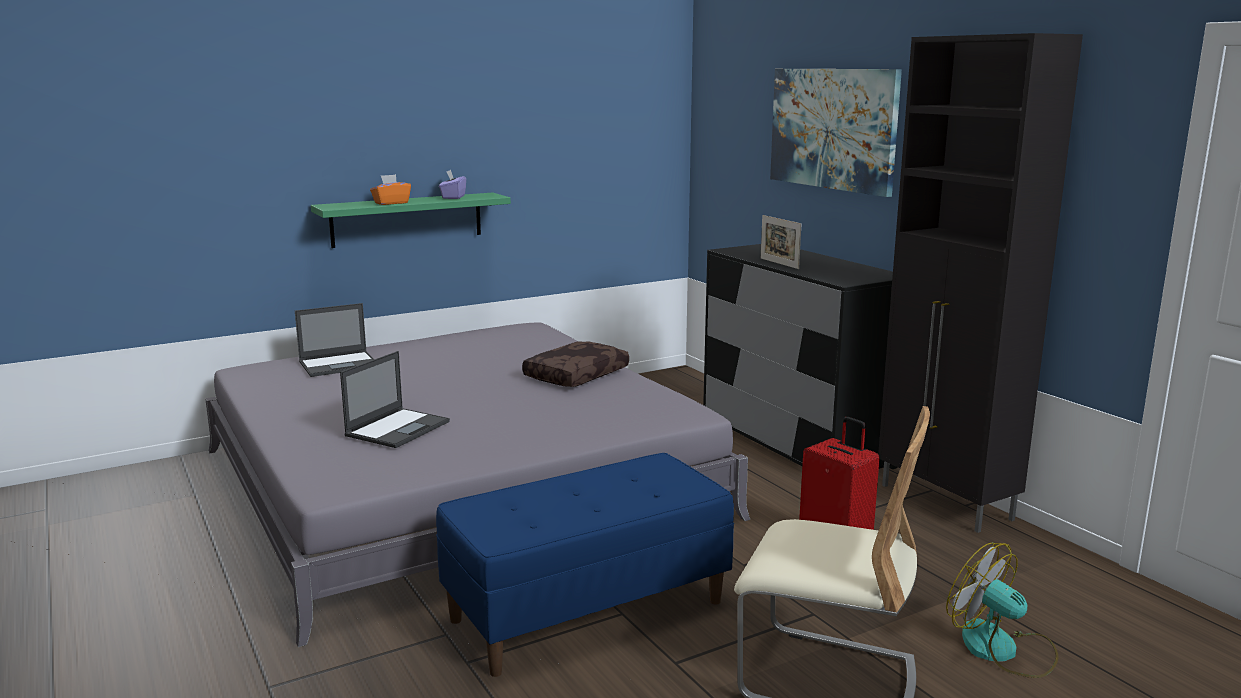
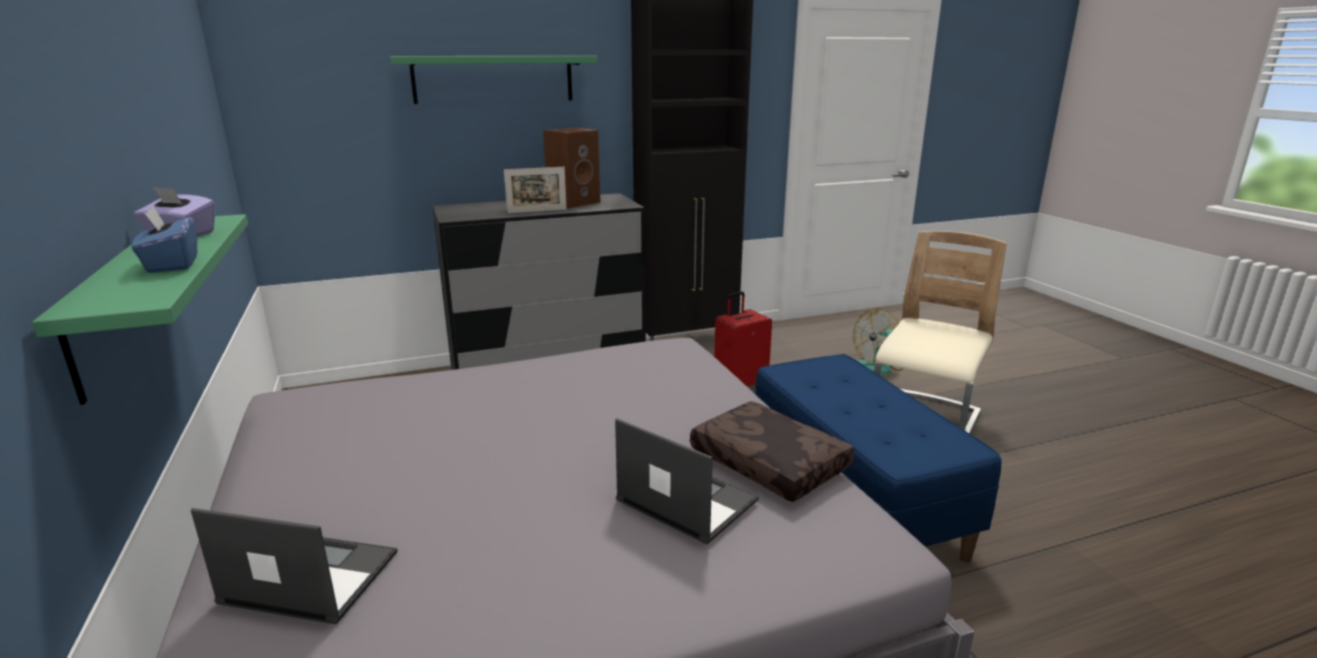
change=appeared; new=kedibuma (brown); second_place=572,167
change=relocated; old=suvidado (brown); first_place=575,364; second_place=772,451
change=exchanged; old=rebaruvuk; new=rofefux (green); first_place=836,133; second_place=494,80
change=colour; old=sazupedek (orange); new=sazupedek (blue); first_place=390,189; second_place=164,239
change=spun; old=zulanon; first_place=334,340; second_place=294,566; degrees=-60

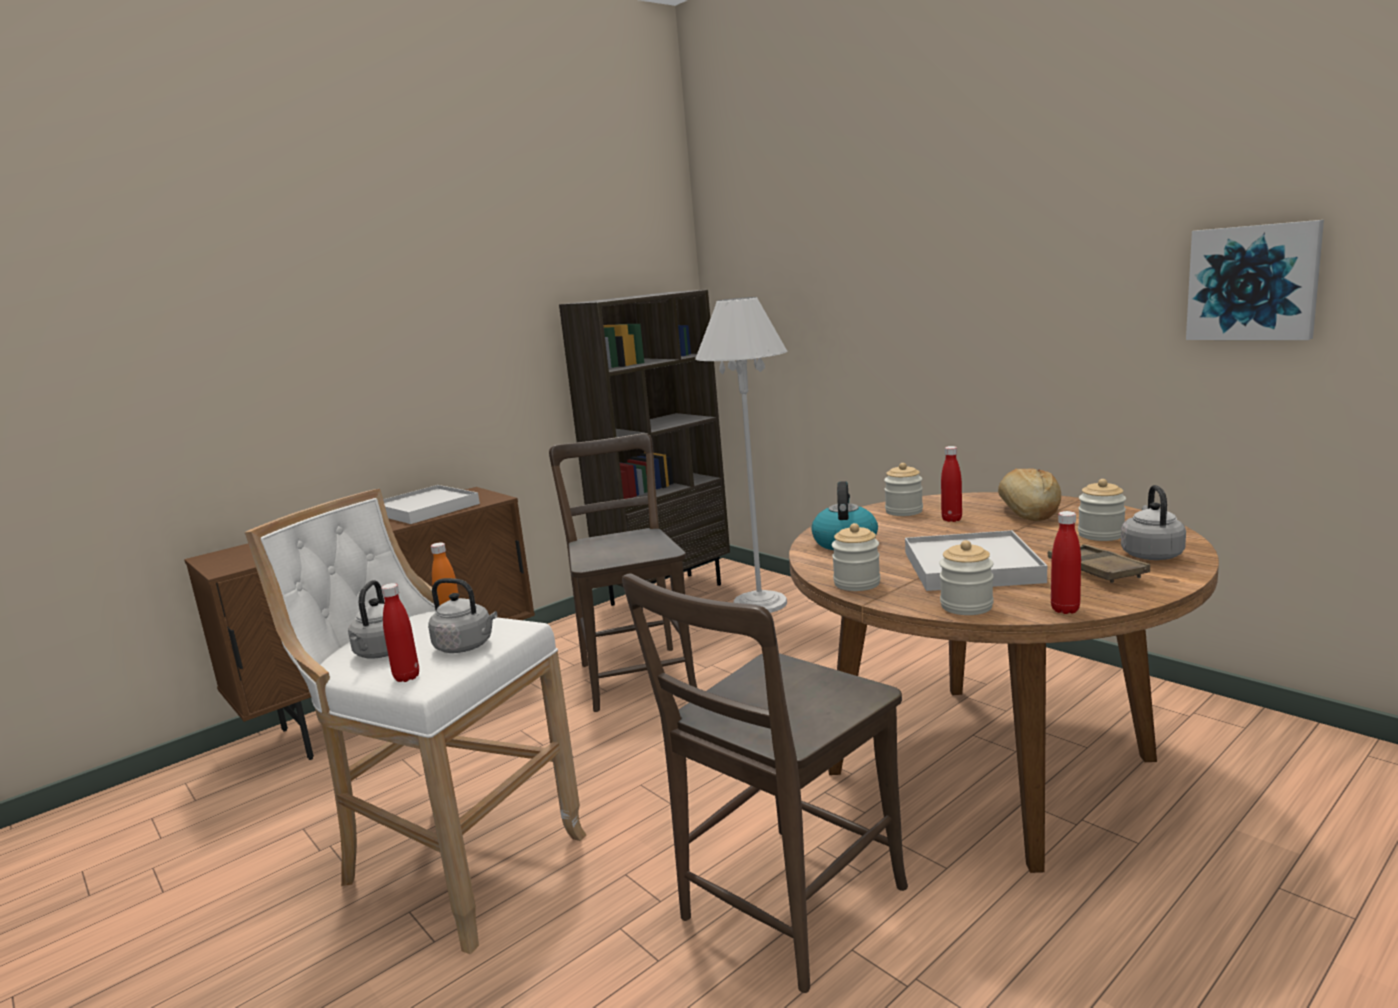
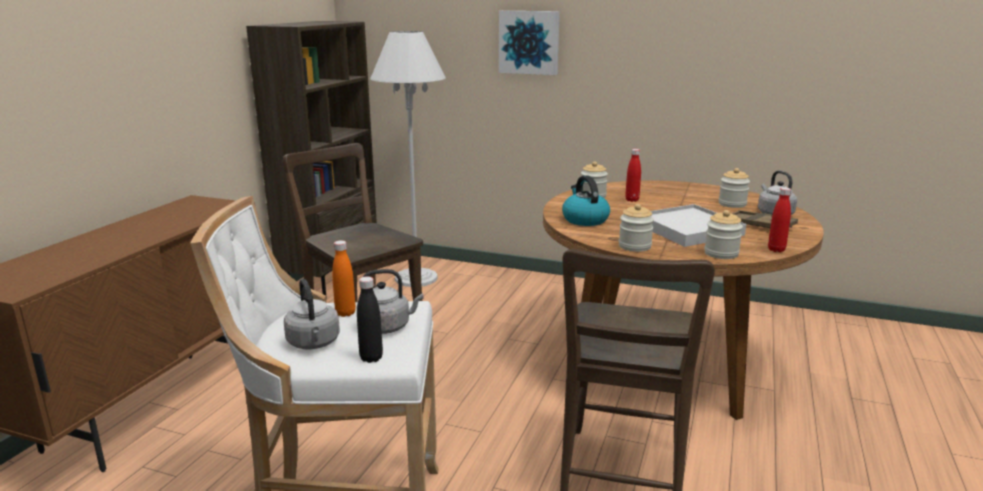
change=missing; old=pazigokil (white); first_place=431,504
change=missing; old=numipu; first_place=1029,495
change=relocated; old=rebaruvuk; first_place=1255,280; second_place=529,43
change=colour; old=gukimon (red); new=gukimon (black); first_place=400,632; second_place=370,319

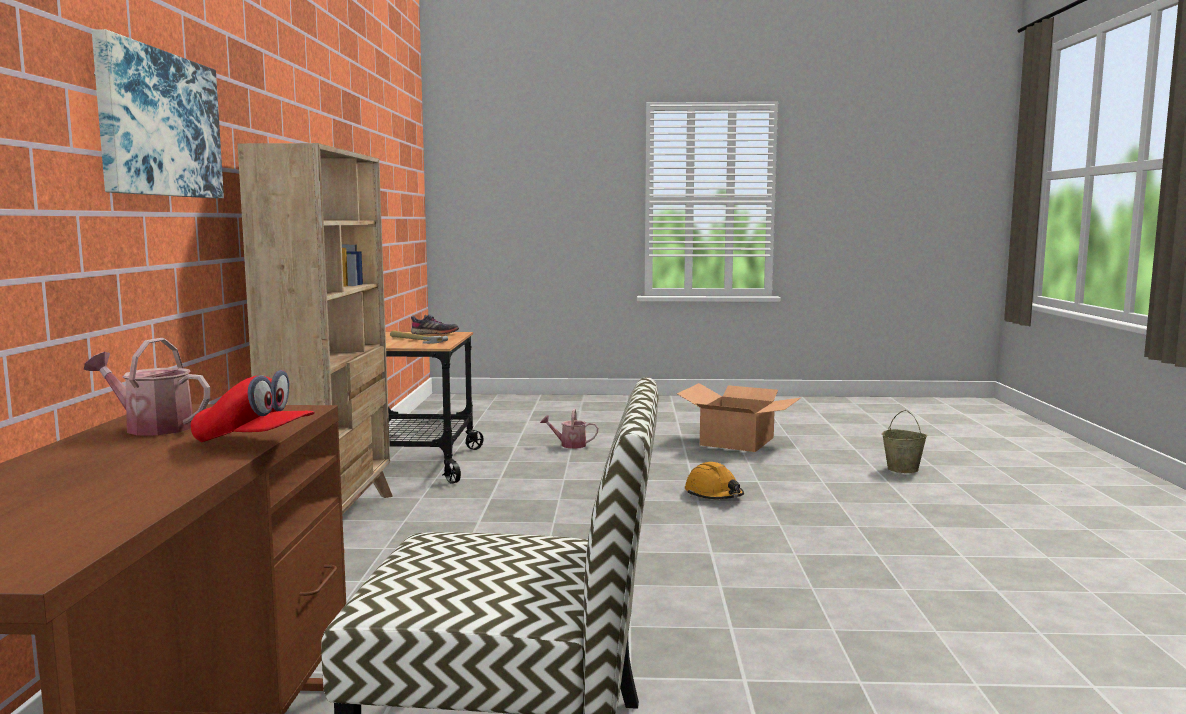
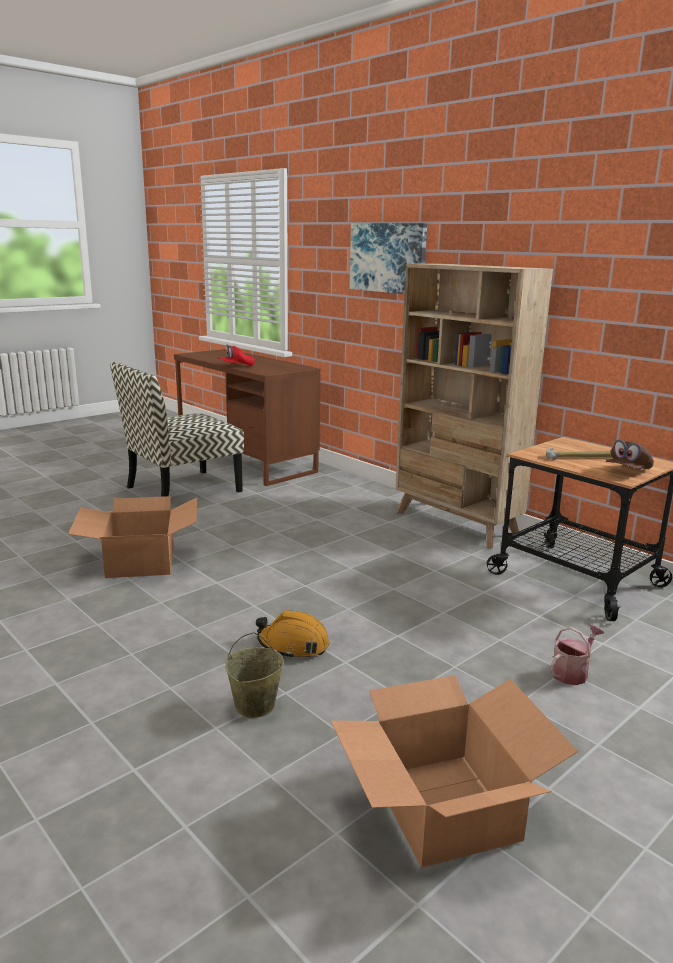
change=missing; old=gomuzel; first_place=147,386
change=appeared; new=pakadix; second_place=132,537
change=relocated; old=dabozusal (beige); first_place=904,441; second_place=254,675
change=exchanged; old=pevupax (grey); new=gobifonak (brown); first_place=435,324; second_place=630,454

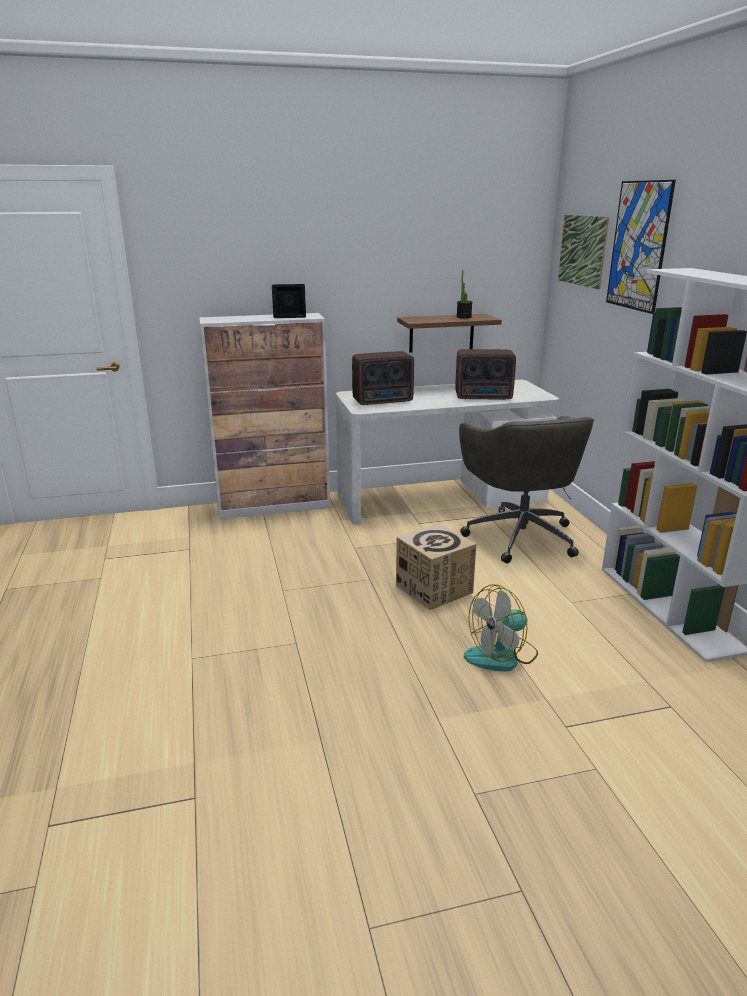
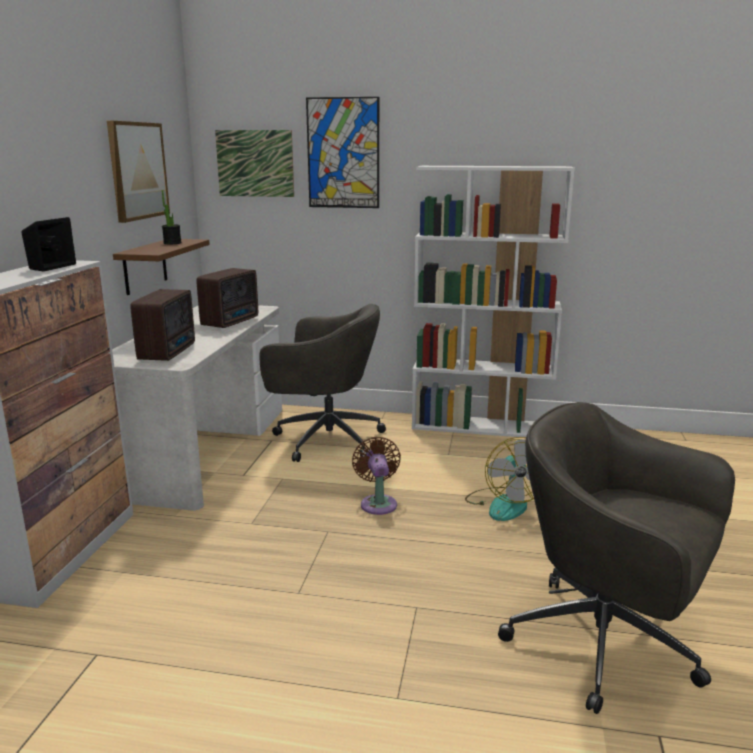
change=appeared; new=rebaruvuk; second_place=138,172
change=appeared; new=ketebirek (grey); second_place=616,558
change=exchanged; old=pakadix; new=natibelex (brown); first_place=436,566; second_place=376,476

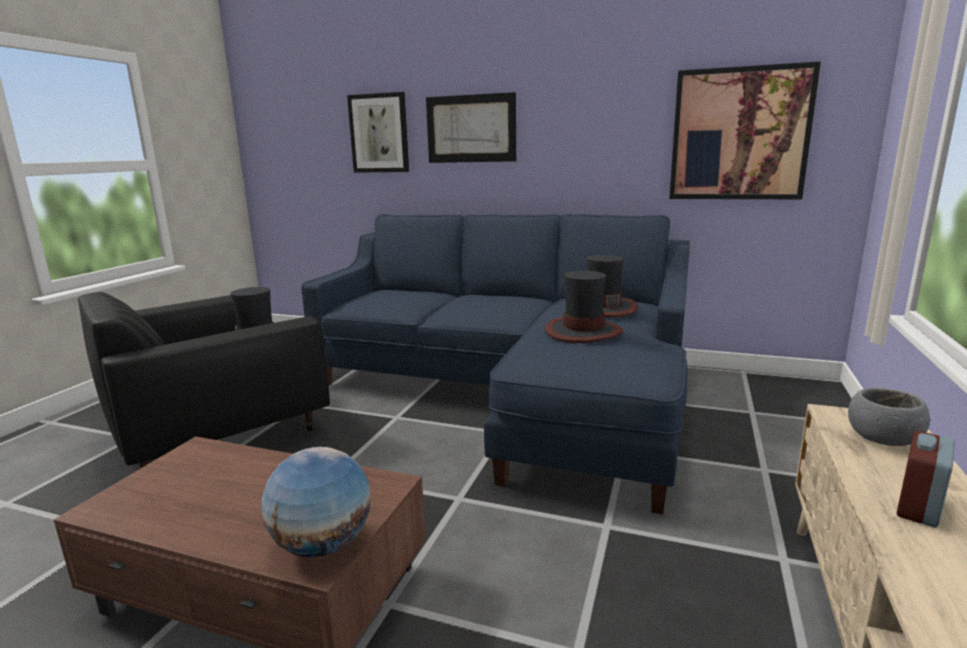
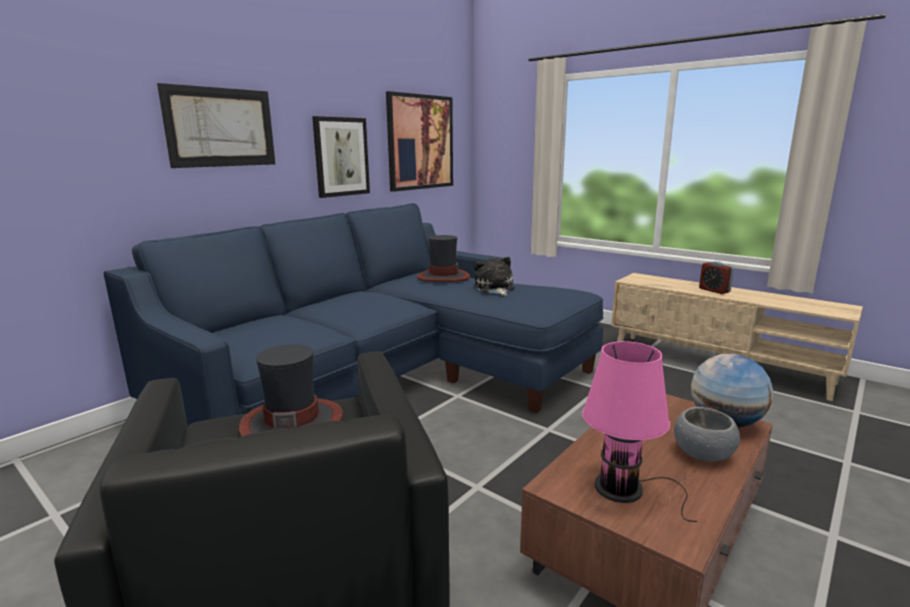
change=appeared; new=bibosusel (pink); second_place=639,431
change=relocated; old=rebaruvuk; first_place=378,132; second_place=341,157
change=relocated; old=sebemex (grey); first_place=889,417; second_place=707,434
change=exchanged; old=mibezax; new=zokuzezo; first_place=584,307; second_place=494,276

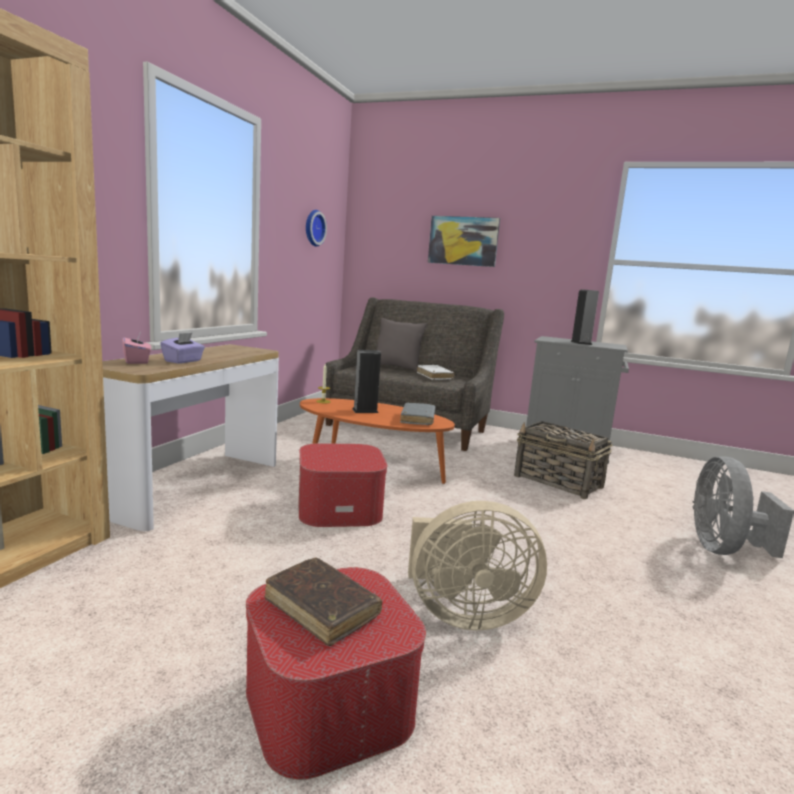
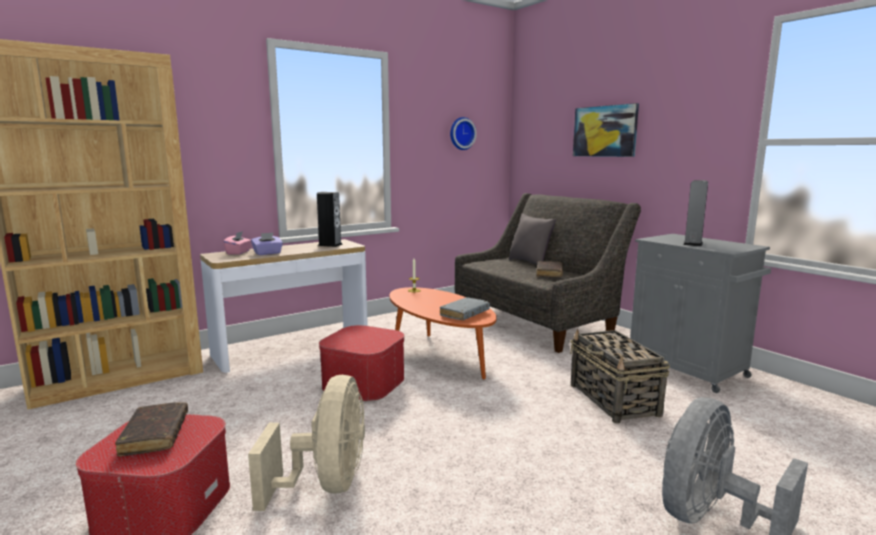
change=relocated; old=kedibuma; first_place=366,381; second_place=330,219
change=colour; old=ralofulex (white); new=ralofulex (brown); first_place=436,372; second_place=549,269
change=spun; old=natibelex (beige); first_place=477,565; second_place=306,443; degrees=-120

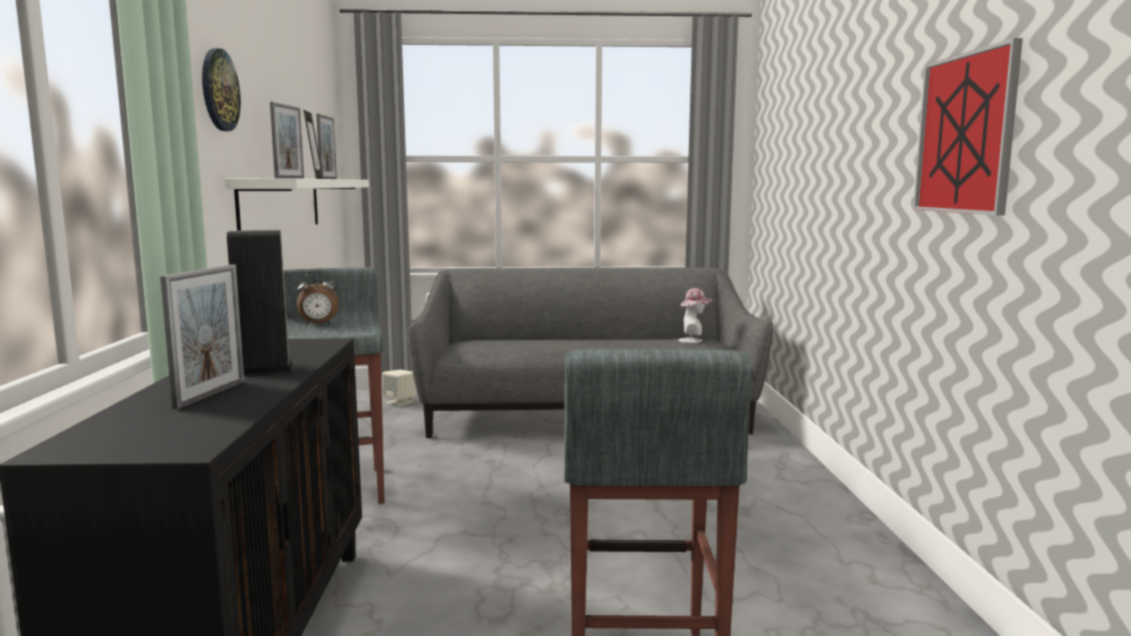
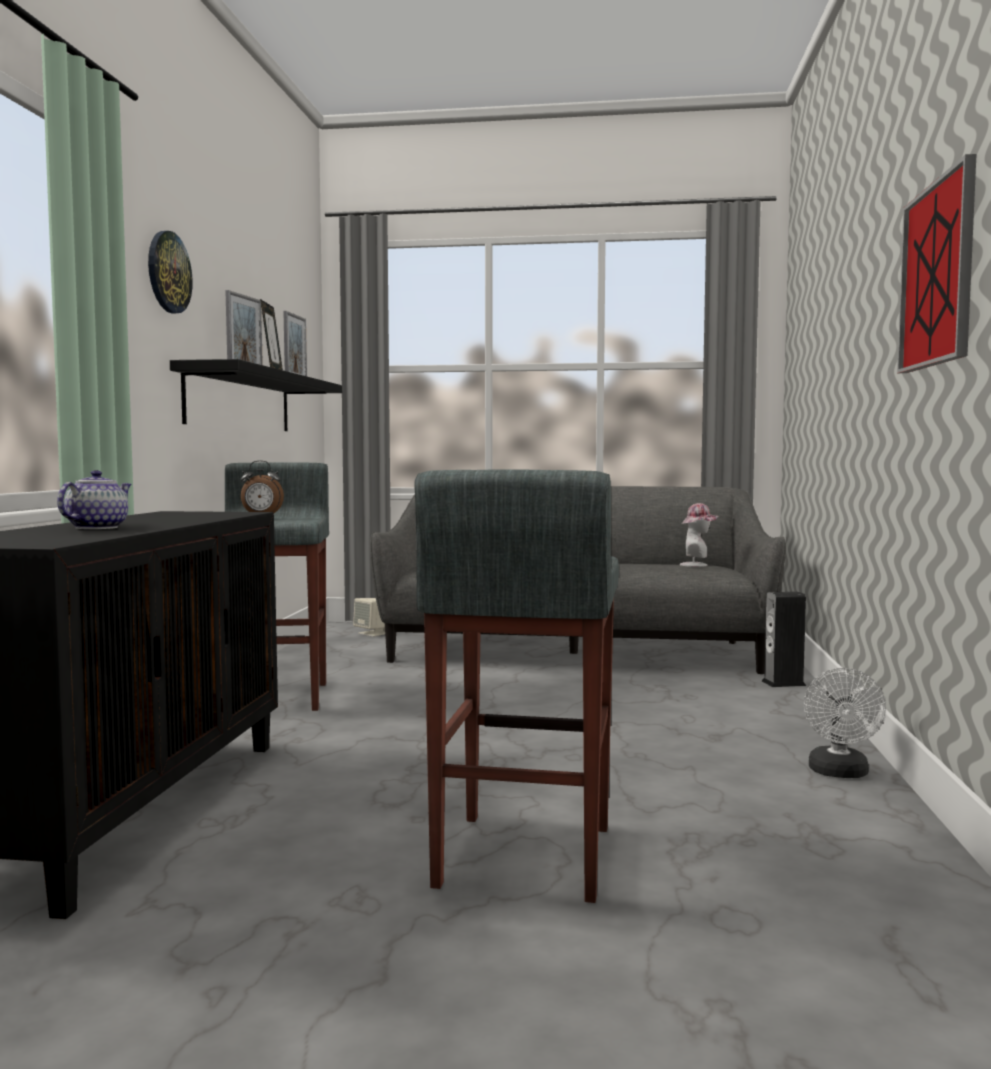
change=appeared; new=natibelex (white); second_place=845,723
change=relocated; old=kedibuma; first_place=260,302; second_place=784,639
change=exchanged; old=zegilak; new=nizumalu; first_place=202,337; second_place=94,499
change=colour; old=rofefux (white); new=rofefux (black); first_place=297,204; second_place=256,395

